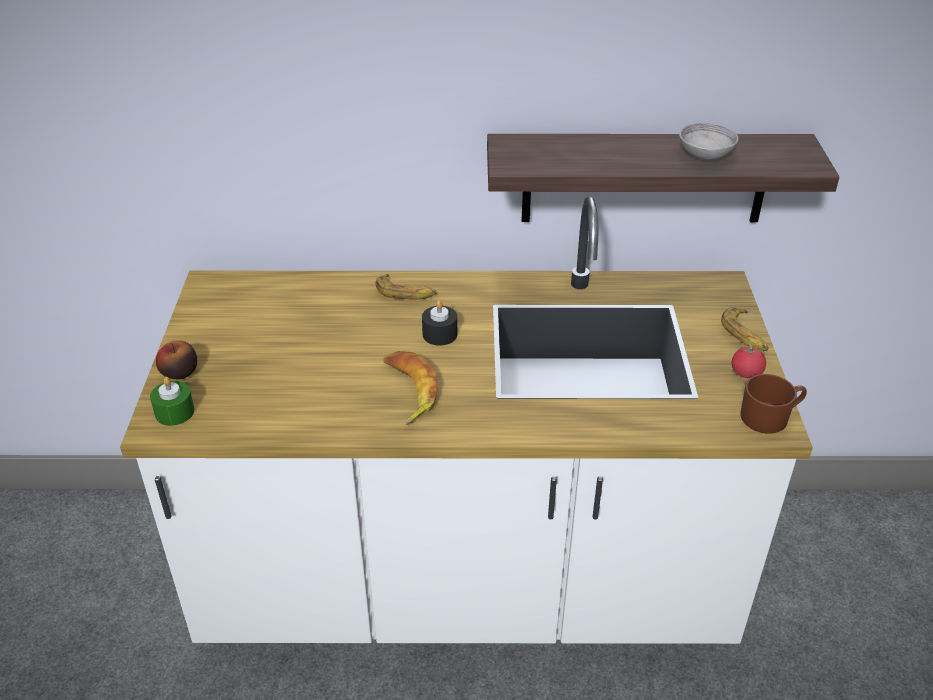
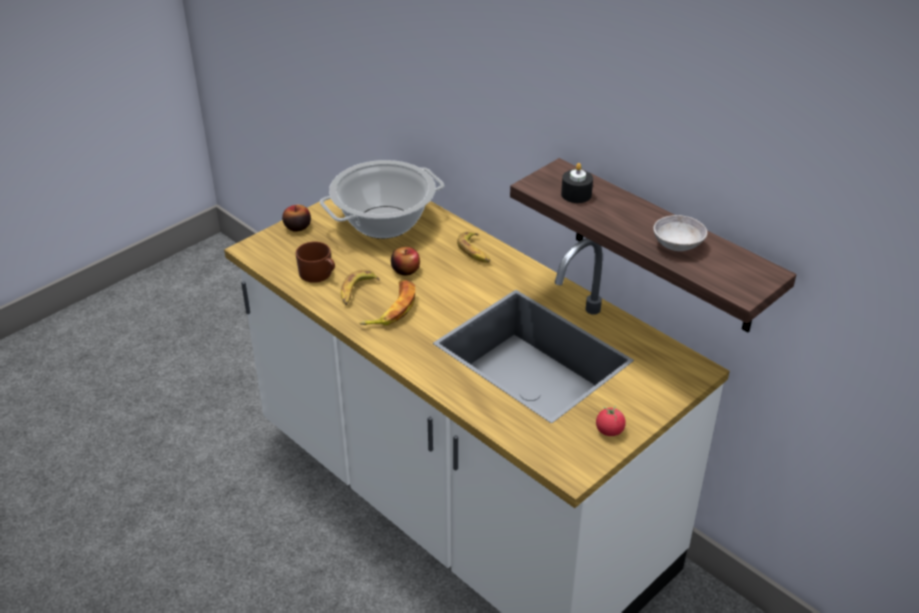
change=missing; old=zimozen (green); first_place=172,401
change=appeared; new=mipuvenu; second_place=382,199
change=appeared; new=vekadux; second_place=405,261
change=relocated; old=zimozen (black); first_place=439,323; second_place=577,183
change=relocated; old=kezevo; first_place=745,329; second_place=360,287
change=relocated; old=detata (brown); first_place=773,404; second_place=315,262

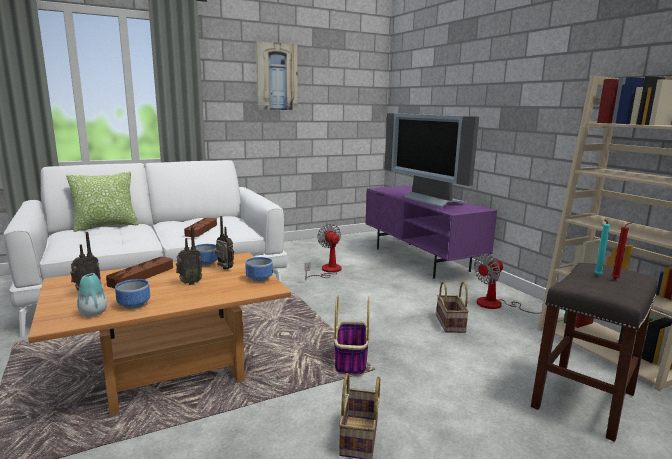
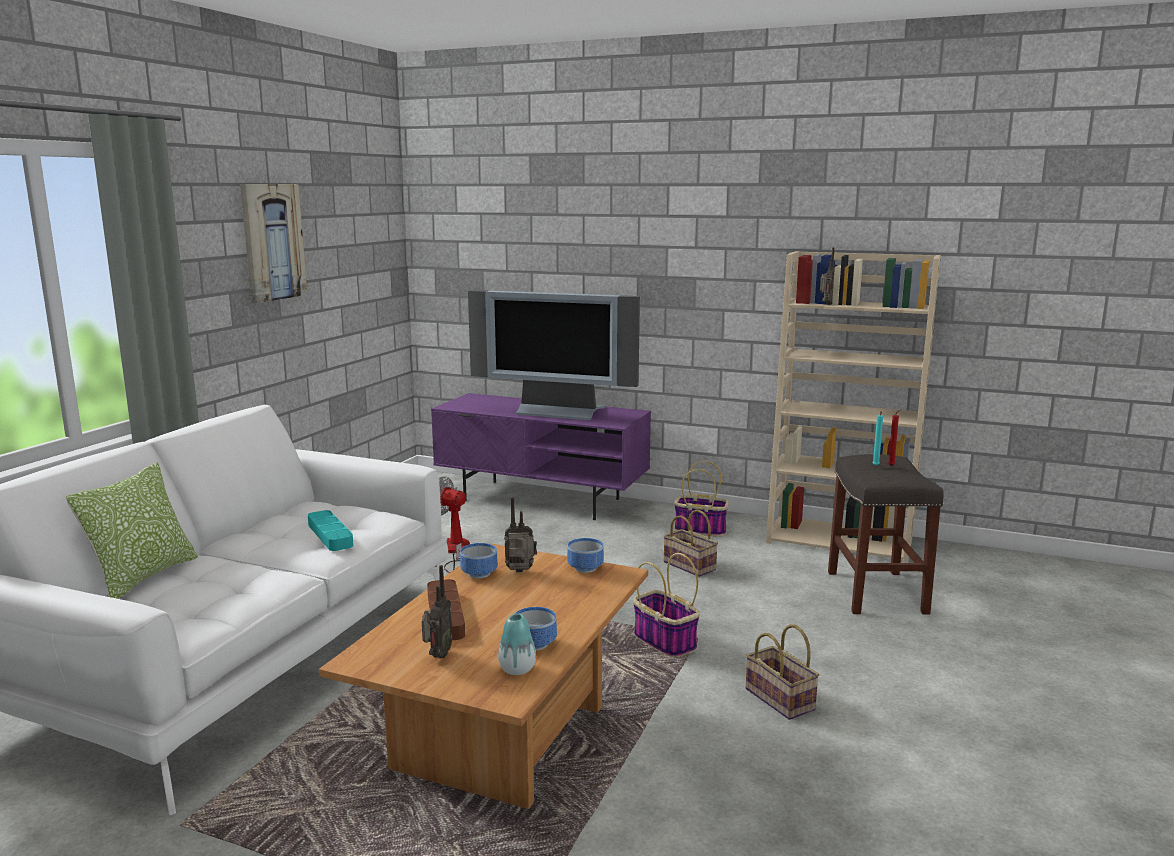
change=relocated; old=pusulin; first_place=189,256; second_place=827,276
change=exchanged; old=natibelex; new=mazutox; first_place=507,284; second_place=701,499
change=colour; old=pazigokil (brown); new=pazigokil (turquoise); first_place=200,227; second_place=330,530

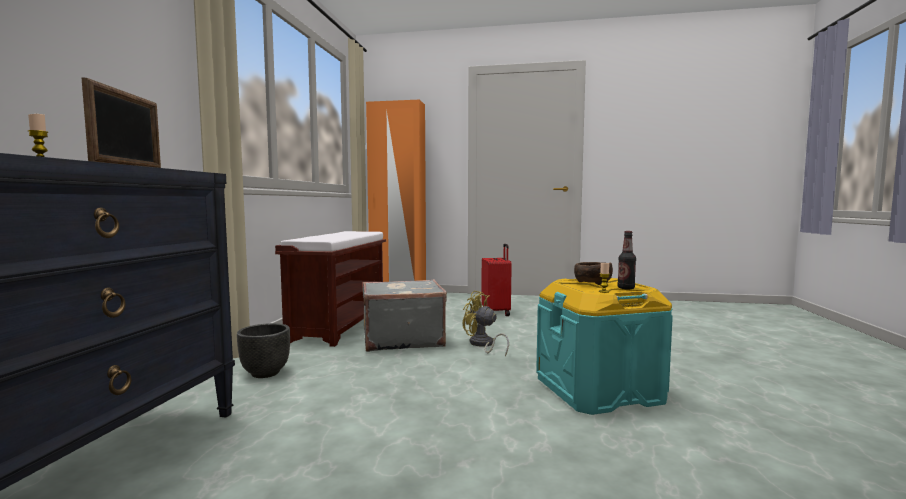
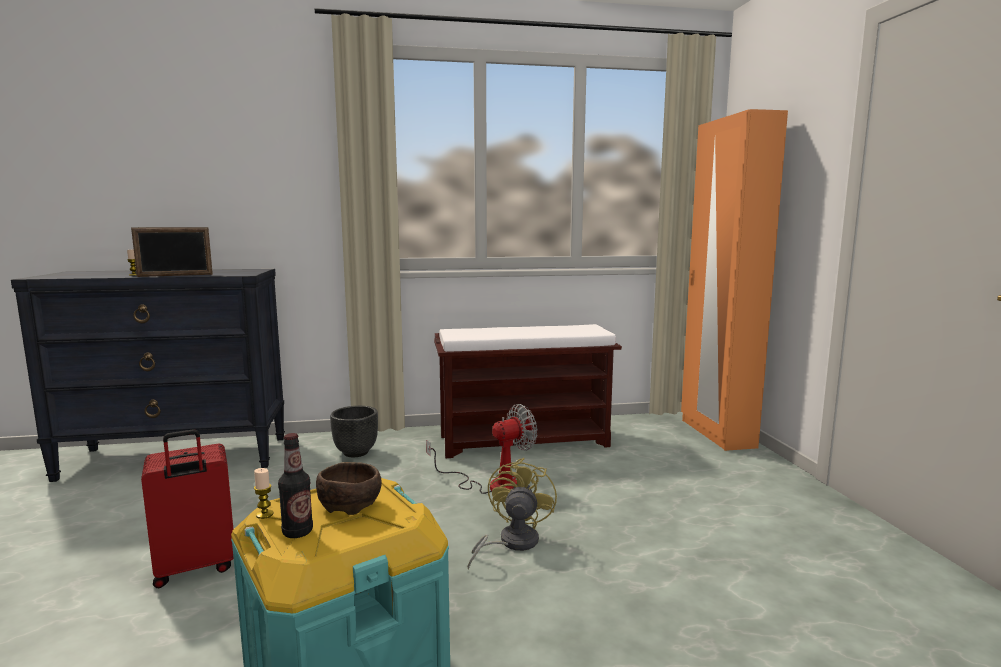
change=relocated; old=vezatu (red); first_place=496,280; second_place=187,508
change=exchanged; old=vezatu (grey); new=natibelex; first_place=405,315; second_place=481,449

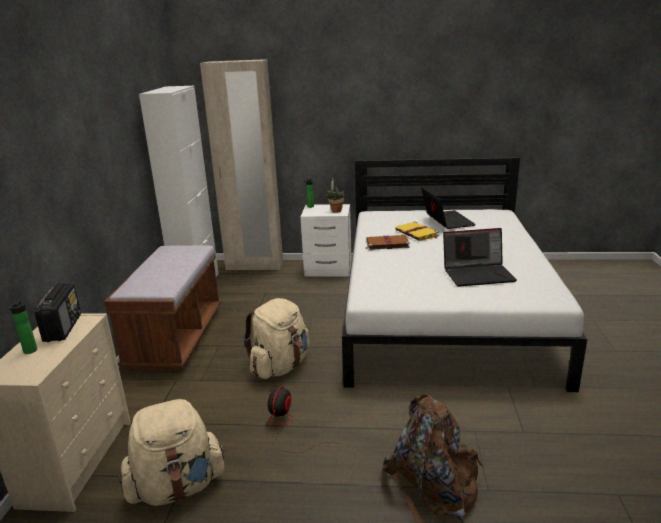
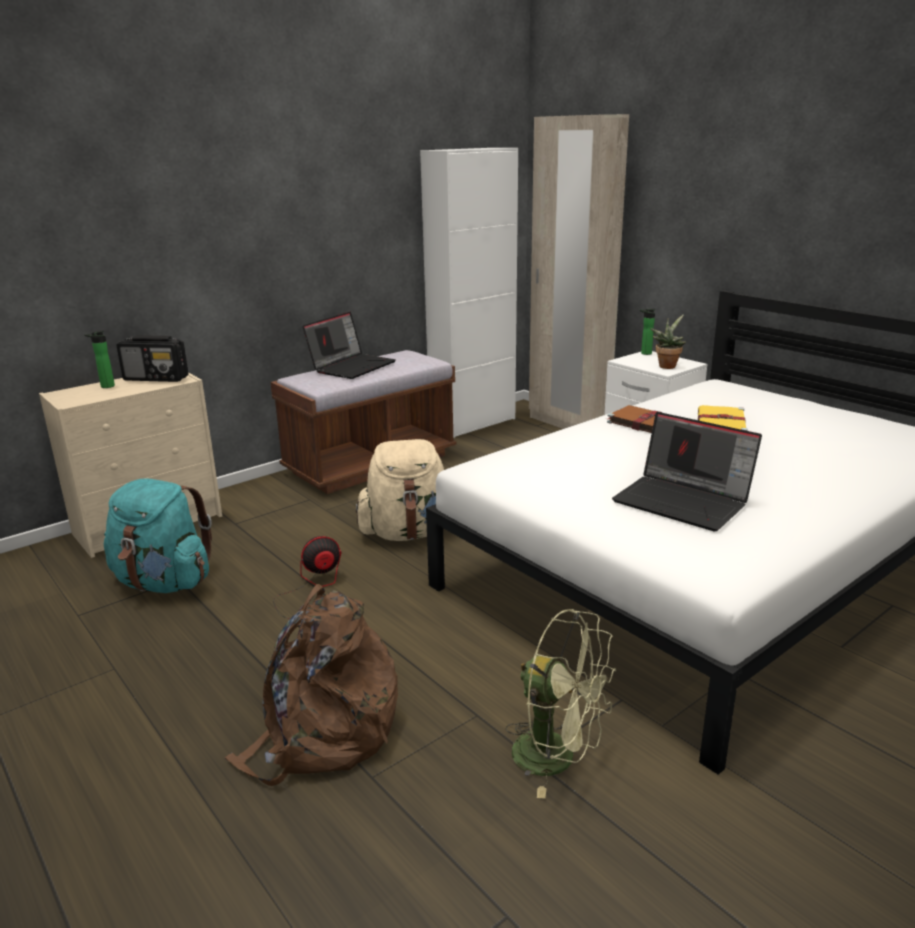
change=appeared; new=natibelex (green); second_place=560,704
change=relocated; old=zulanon; first_place=448,208; second_place=349,345
change=colour; old=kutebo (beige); new=kutebo (turquoise); first_place=172,452; second_place=158,535
change=spun; old=pusulin; first_place=57,312; second_place=152,358; degrees=60

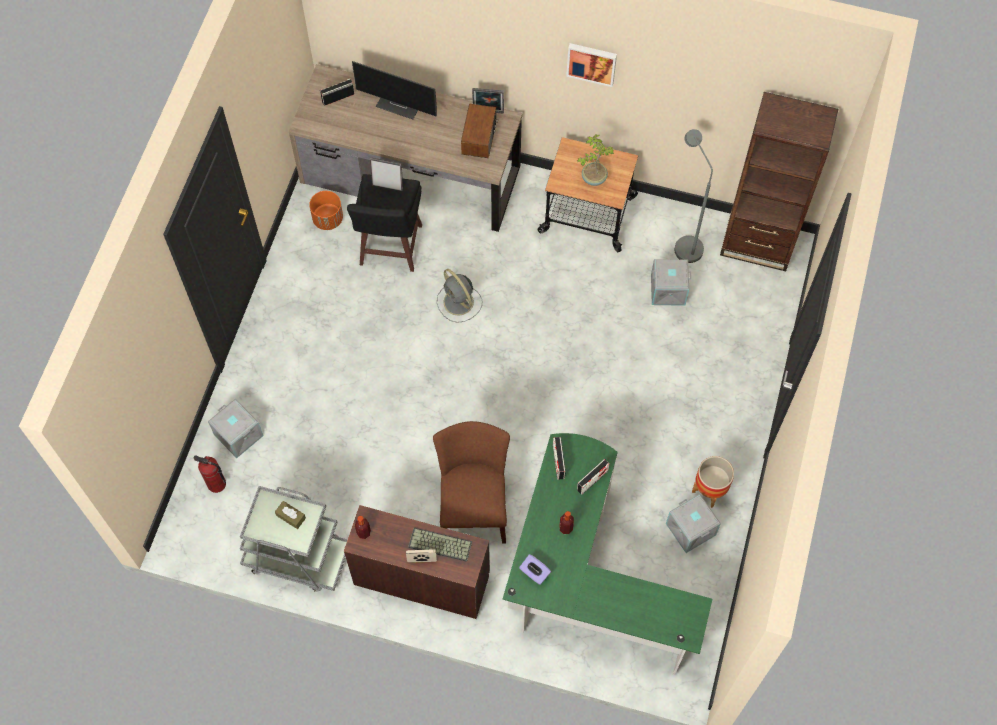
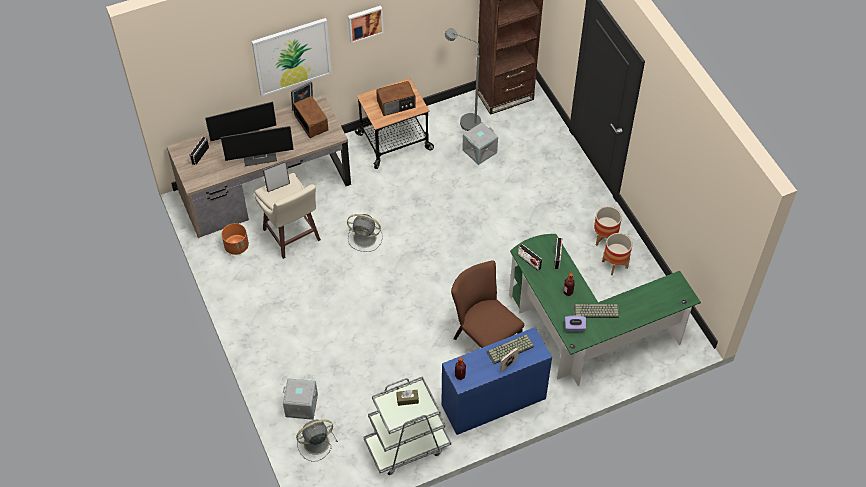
change=appeared; new=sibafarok; second_place=257,146
change=appeared; new=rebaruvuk; second_place=292,57
change=appeared; new=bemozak; second_place=596,311
change=exchanged; old=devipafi; new=natibelex (grey); first_place=210,474; second_place=317,441
change=exchanged; old=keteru; new=pusulin; first_place=595,160; second_place=396,98
change=exchanged; old=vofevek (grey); new=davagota; first_place=693,523; second_place=617,254
change=colour; old=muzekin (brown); new=muzekin (blue); first_place=417,562; second_place=497,381
change=colour; old=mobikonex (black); new=mobikonex (beige); first_place=384,223; second_place=288,216

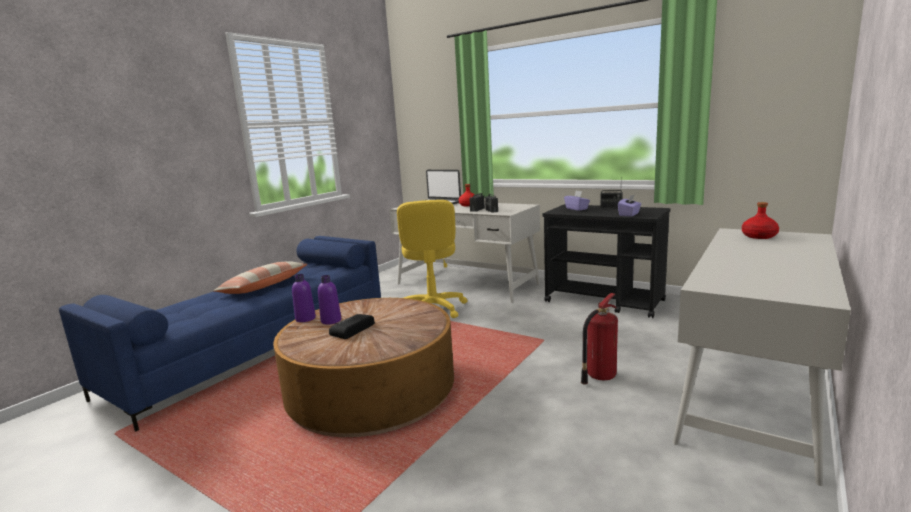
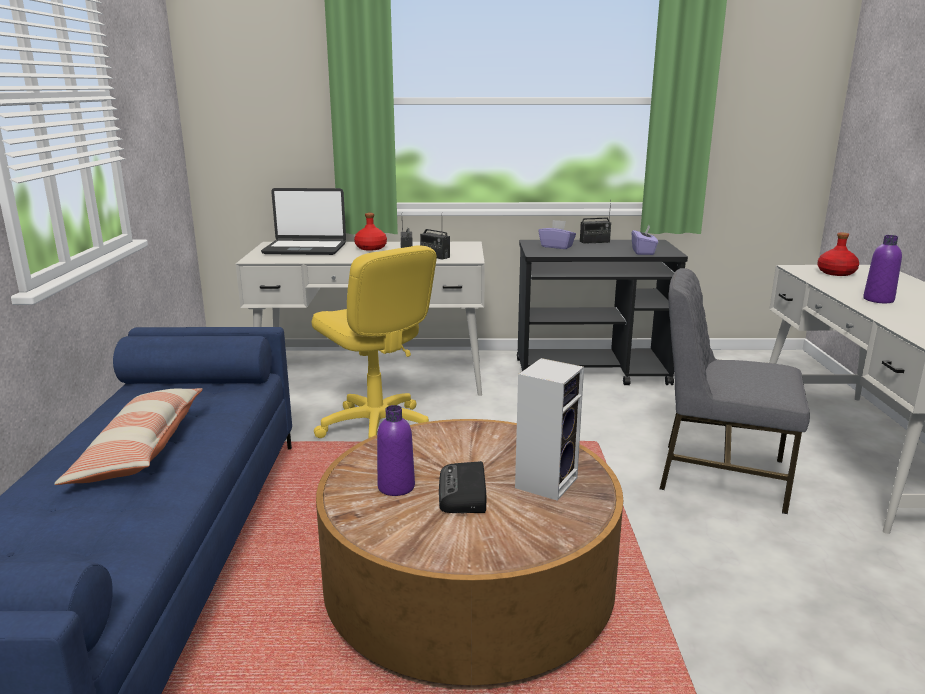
change=appeared; new=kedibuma; second_place=549,429
change=relocated; old=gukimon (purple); first_place=304,298; second_place=882,269
change=exchanged; old=devipafi; new=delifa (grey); first_place=599,338; second_place=735,391

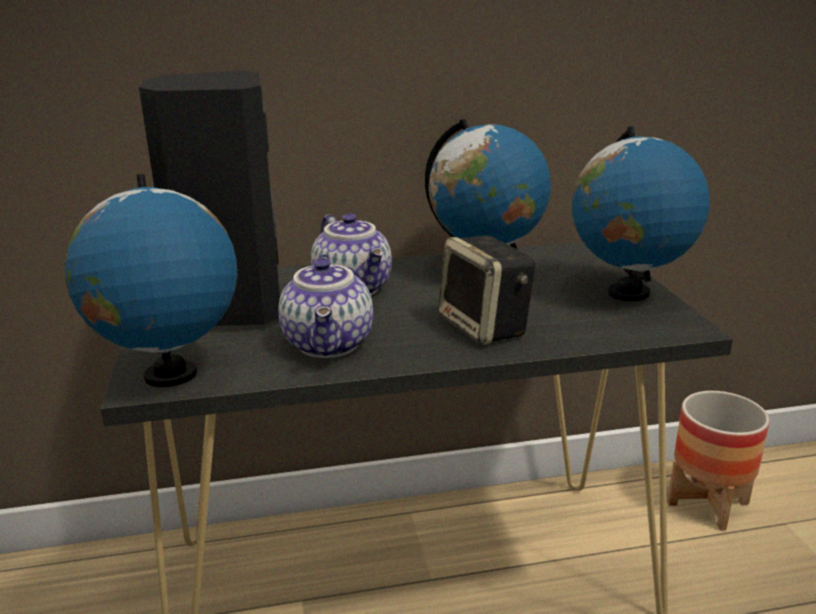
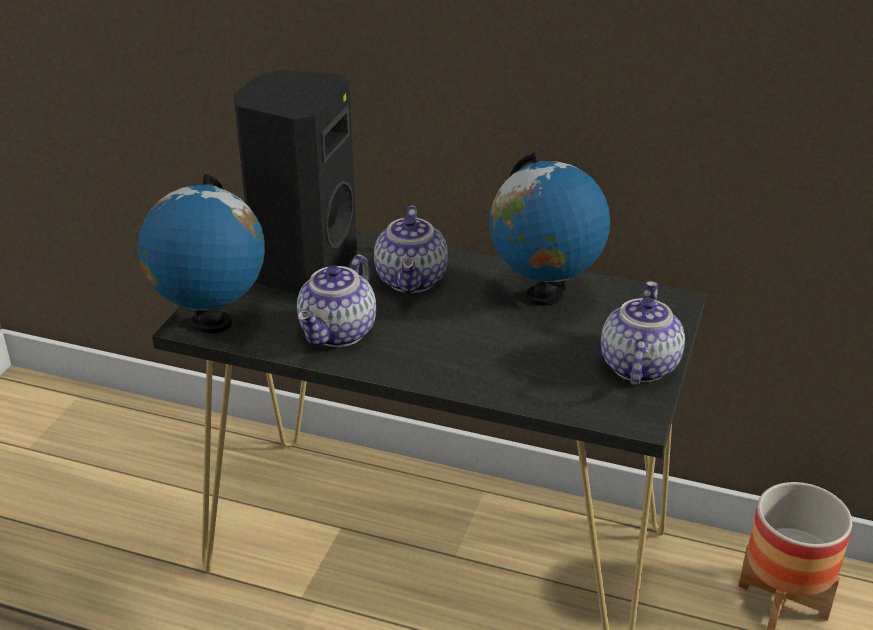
change=missing; old=kedibuma; first_place=486,290
change=exchanged; old=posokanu; new=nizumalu; first_place=641,213; second_place=643,333

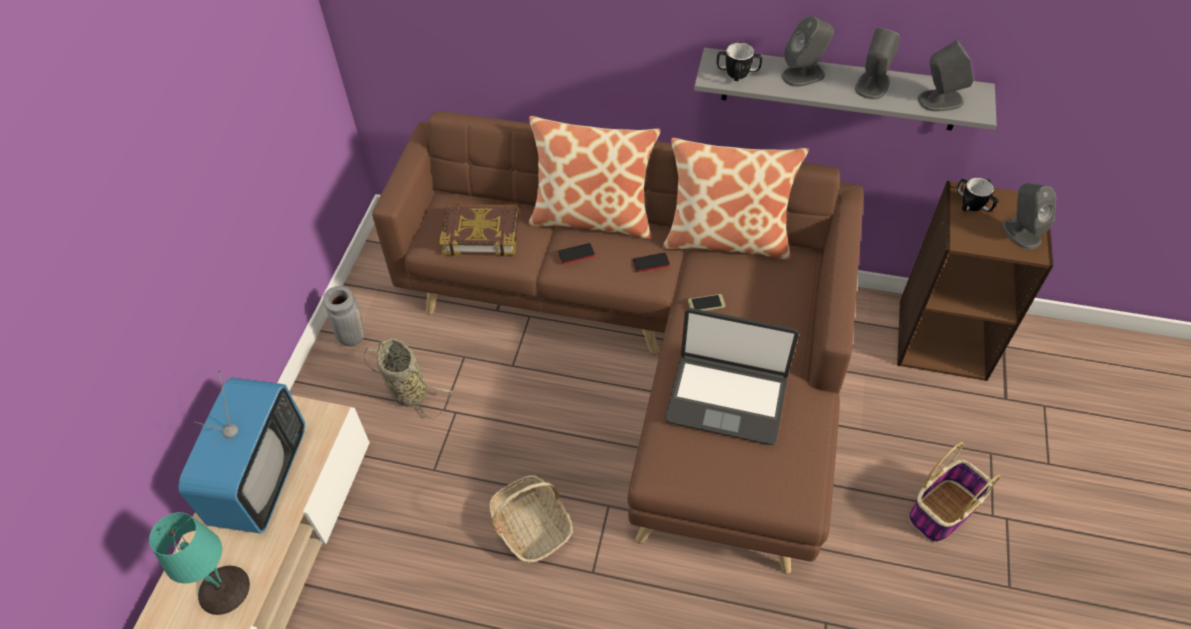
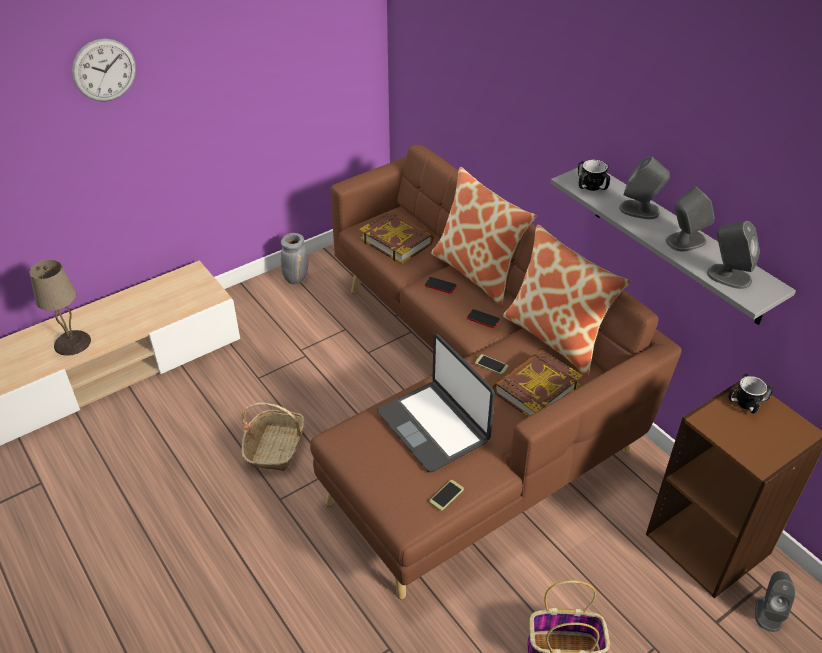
change=missing; old=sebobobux; first_place=241,452
change=missing; old=mazutox; first_place=407,378
change=appeared; new=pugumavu; second_place=104,70
change=appeared; new=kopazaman; second_place=446,495
change=appeared; new=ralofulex; second_place=538,383
change=relocated; old=kedibuma (grey); first_place=1029,216; second_place=775,601
change=colour; old=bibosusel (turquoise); new=bibosusel (beige); first_place=199,563; second_place=60,308

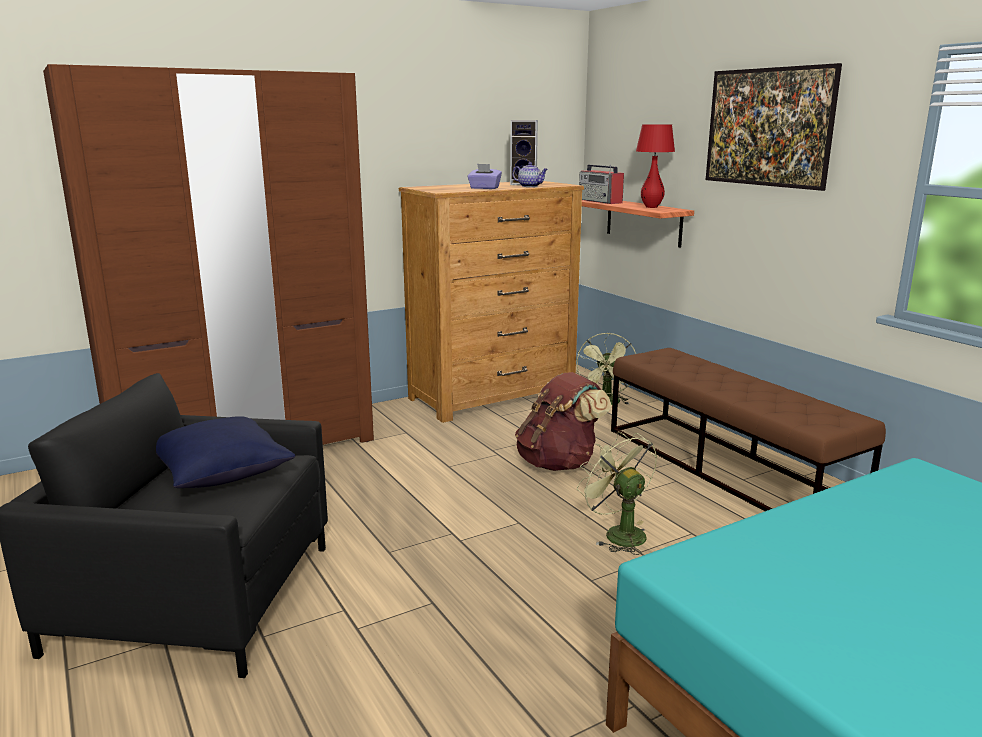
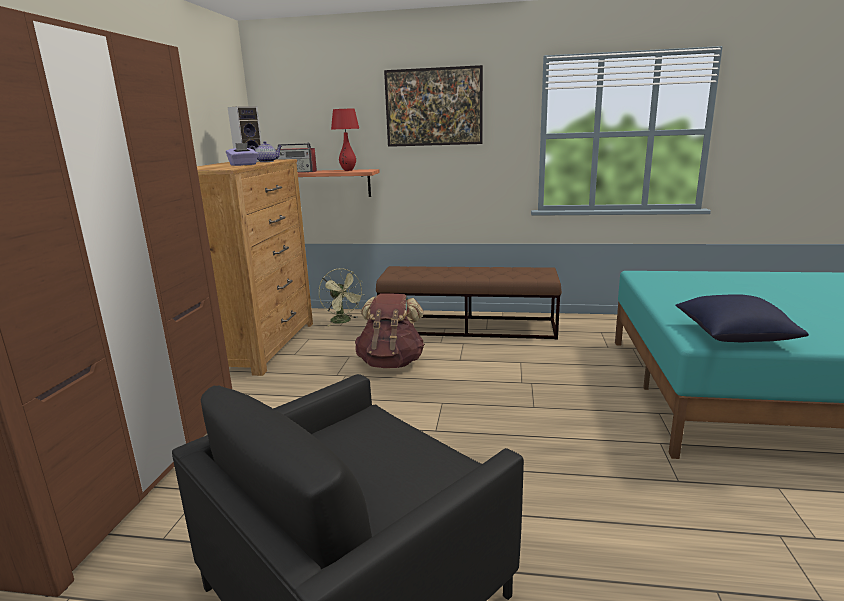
change=missing; old=natibelex (green); first_place=617,493
change=relocated; old=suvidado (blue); first_place=225,452; second_place=742,318

